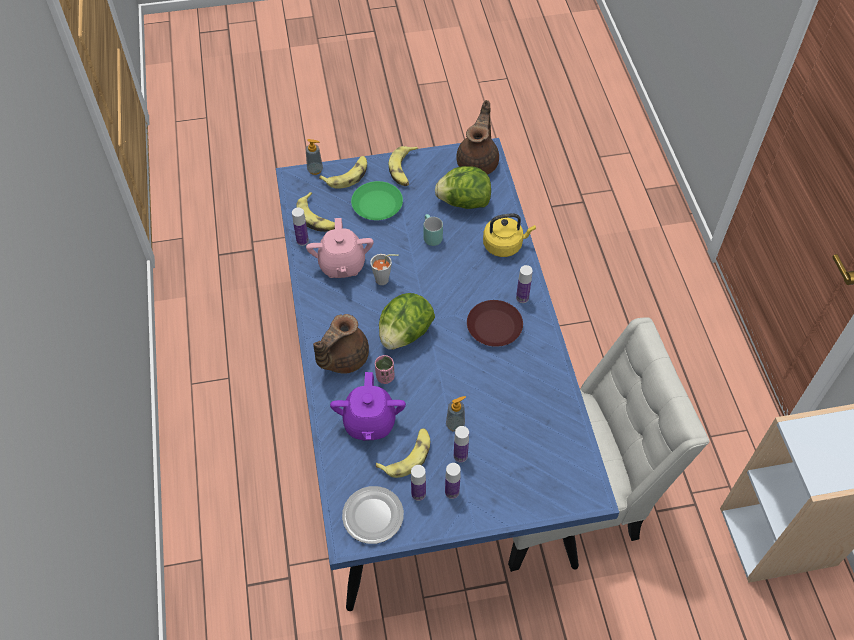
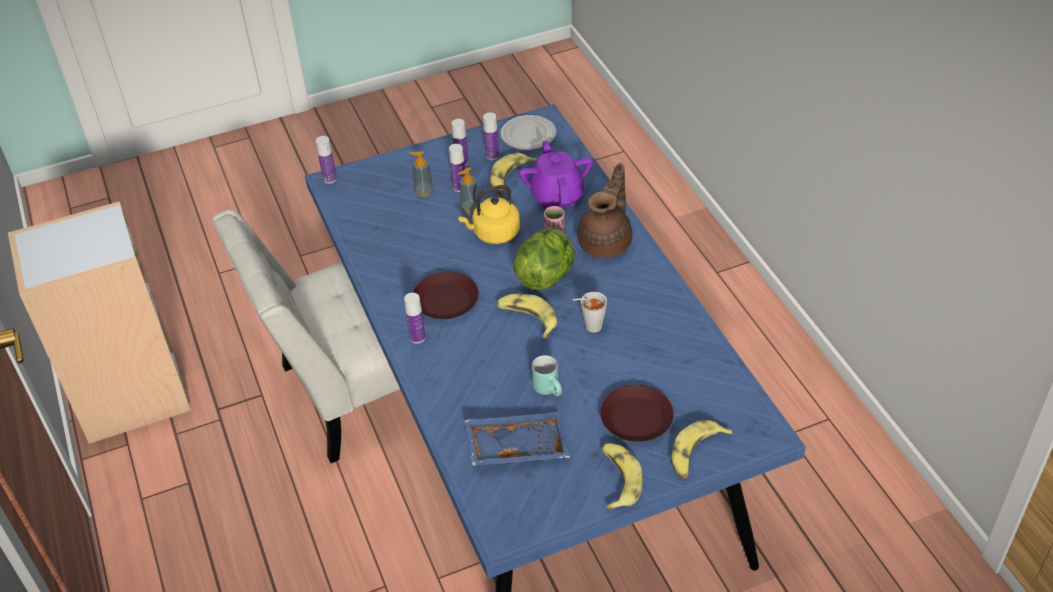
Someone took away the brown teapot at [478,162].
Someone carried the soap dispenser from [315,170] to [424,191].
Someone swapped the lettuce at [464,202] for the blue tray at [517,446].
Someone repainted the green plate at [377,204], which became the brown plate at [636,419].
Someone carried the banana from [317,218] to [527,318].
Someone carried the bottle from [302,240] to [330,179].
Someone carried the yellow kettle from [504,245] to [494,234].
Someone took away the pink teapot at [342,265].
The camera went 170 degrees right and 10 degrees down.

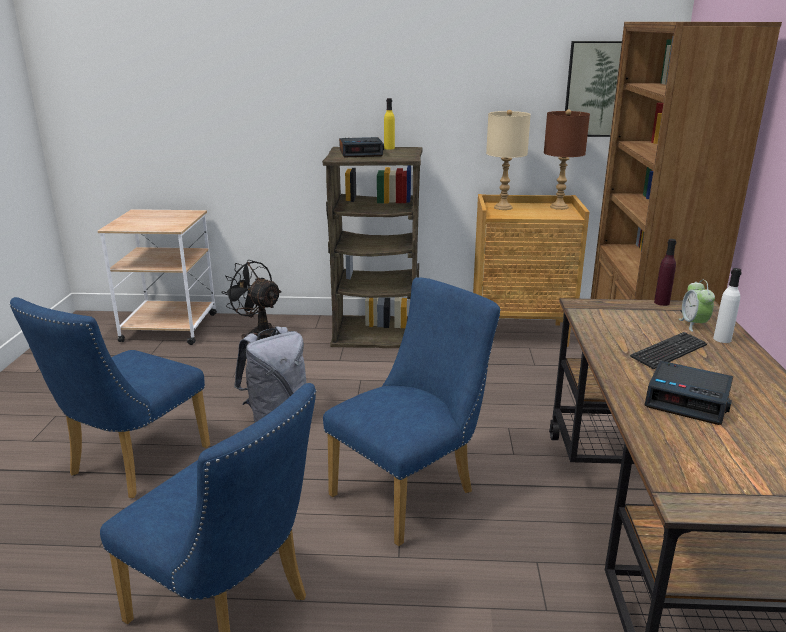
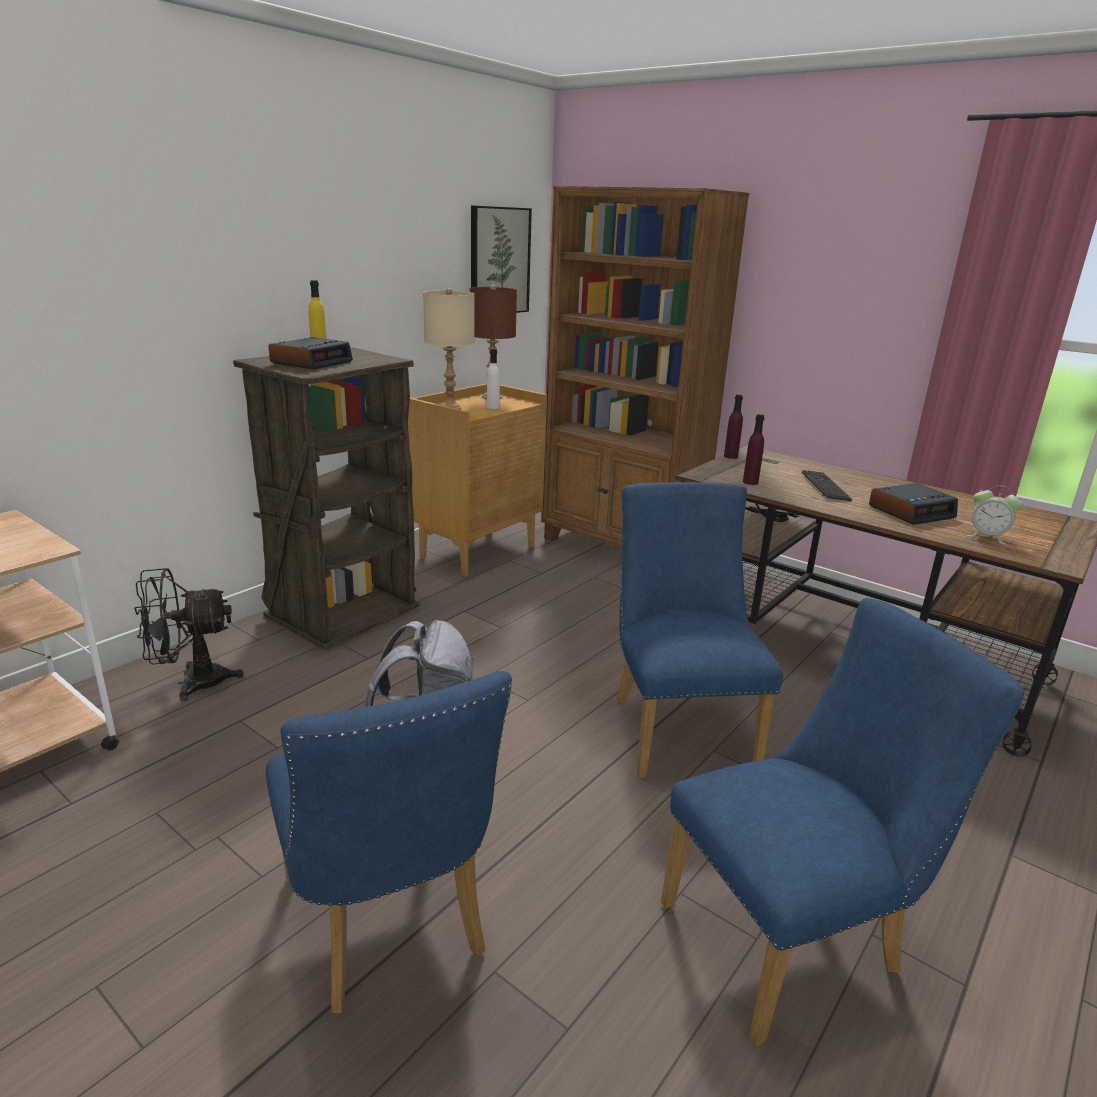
Someone carried the white bottle from [722,339] to [493,407].
Someone carried the alarm clock from [693,325] to [987,537].
Someone put down the purple bottle at [750,482].
The camera went 55 degrees left and 0 degrees up.

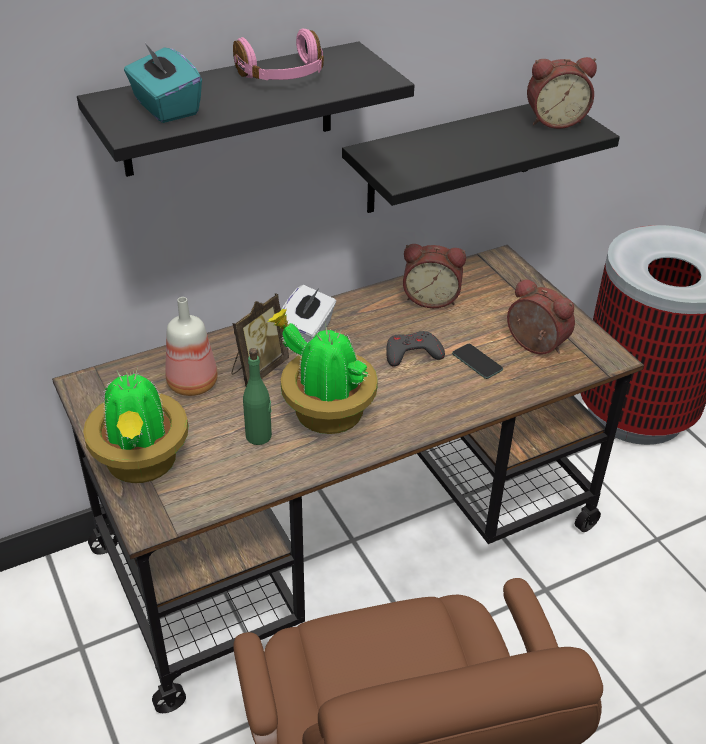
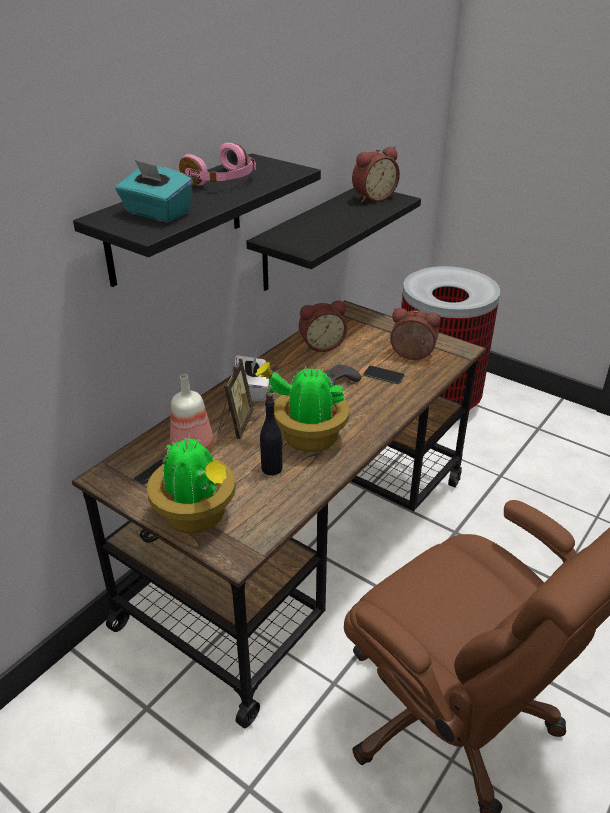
Someone repainted the green bottle at [259,436], which became the black bottle at [272,468].
The camera went 25 degrees left and 5 degrees down.

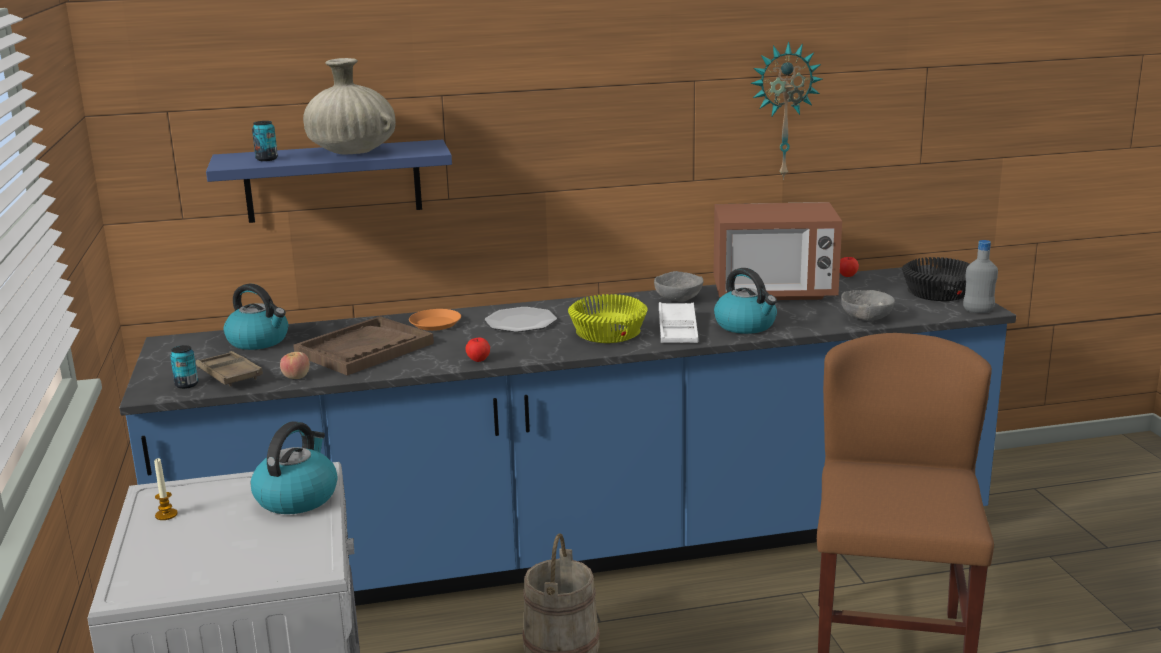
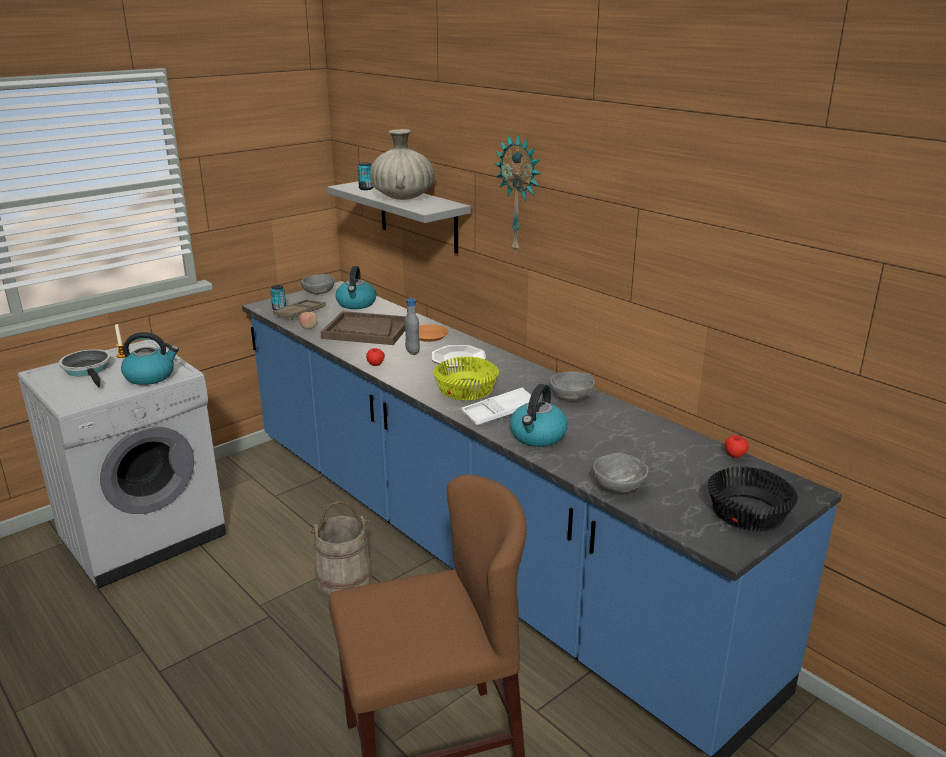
Someone carried the wall clock from [783,111] to [520,194].
Someone repainted the blue shelf at [333,181], which became the grey shelf at [418,216].
Someone took away the microwave at [773,292].
Someone carried the grey bottle from [978,311] to [412,351].
Someone put down the grey bowl at [319,292].
Someone put down the frying pan at [88,370].
The camera went 60 degrees right and 5 degrees up.

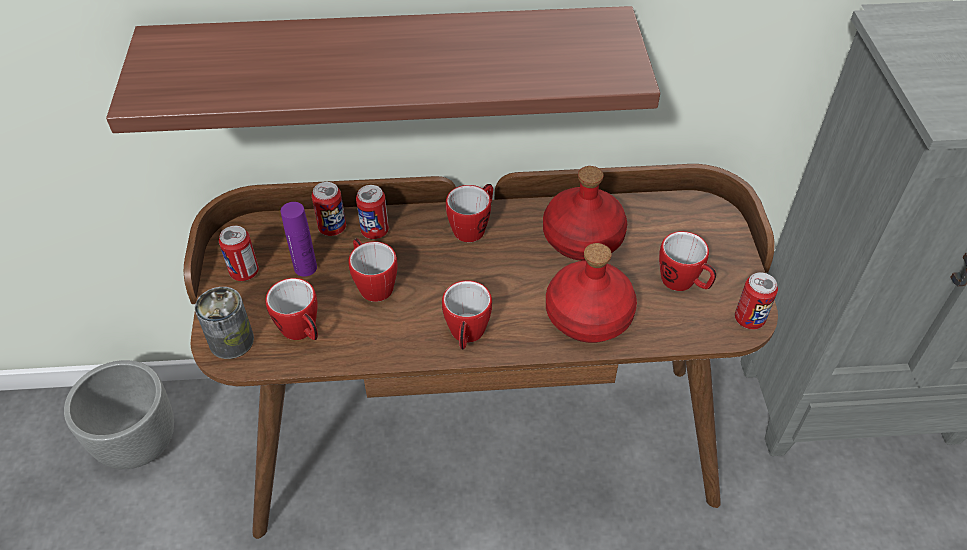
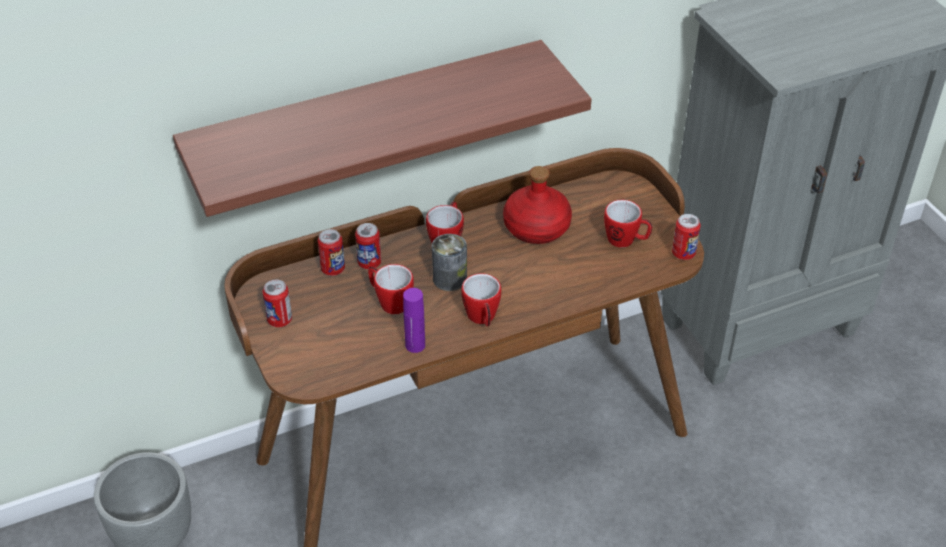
Someone carried the purple bottle from [305,268] to [415,345].
Someone took away the red bottle at [587,316].
Someone took away the mug at [302,331].
Someone carried the can from [231,341] to [449,279].
The camera went 20 degrees left and 5 degrees down.

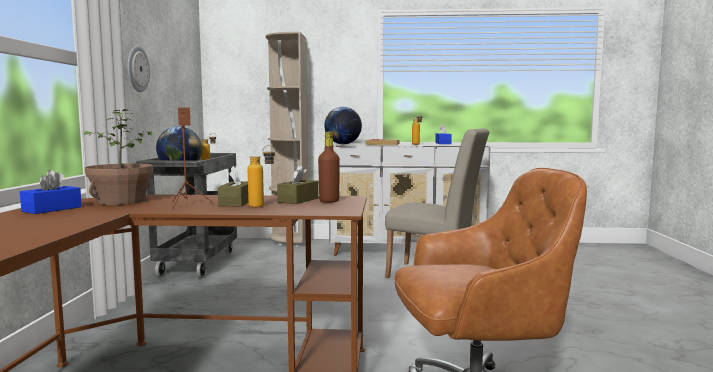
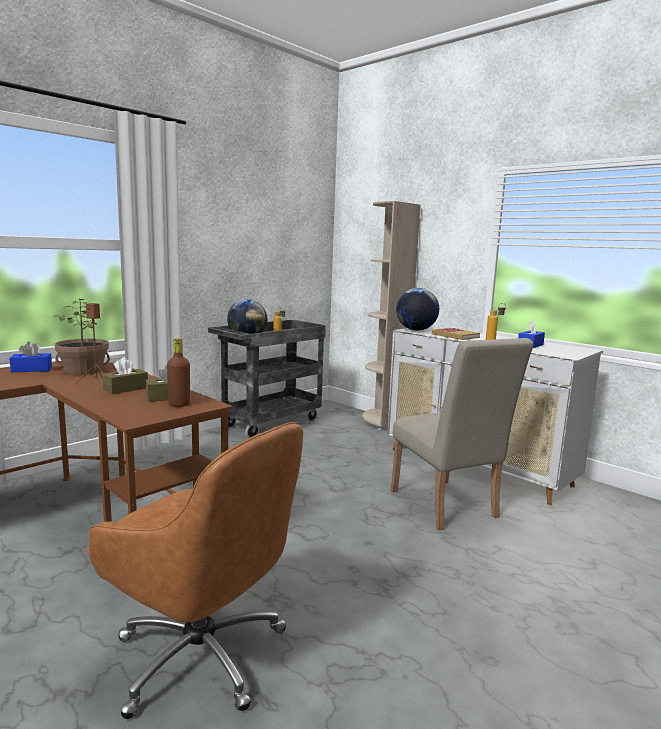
Someone took away the wall clock at [137,69].
Someone took away the bottle at [262,206].
The camera went 40 degrees right and 5 degrees up.

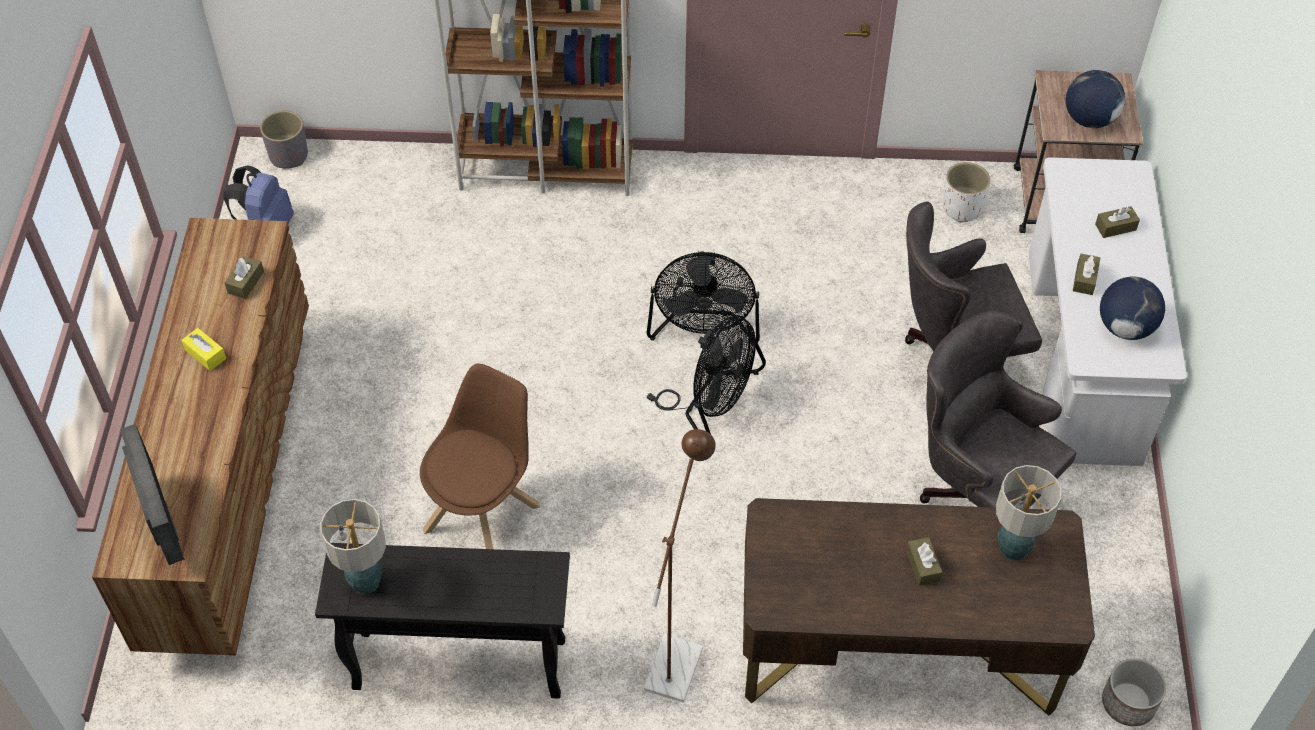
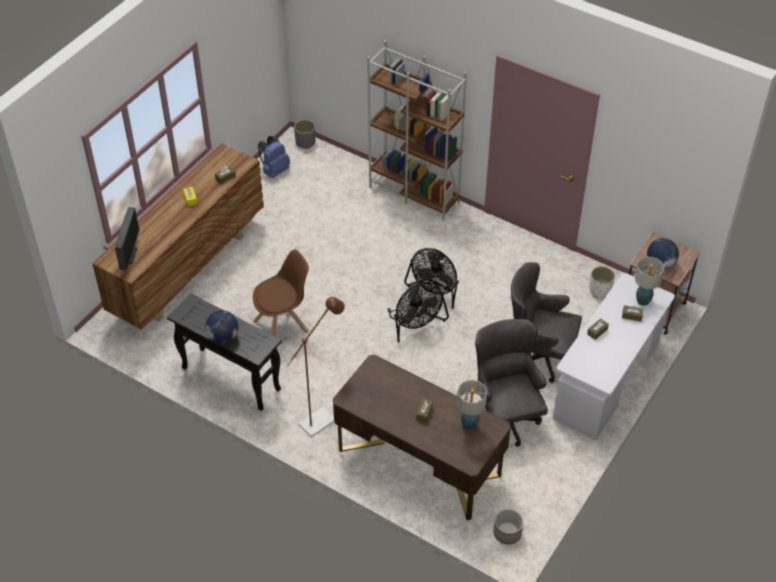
Someone carried the globe from [1125,327] to [223,337].
Someone carried the table lamp from [365,583] to [642,301].
The camera went 30 degrees right and 5 degrees down.

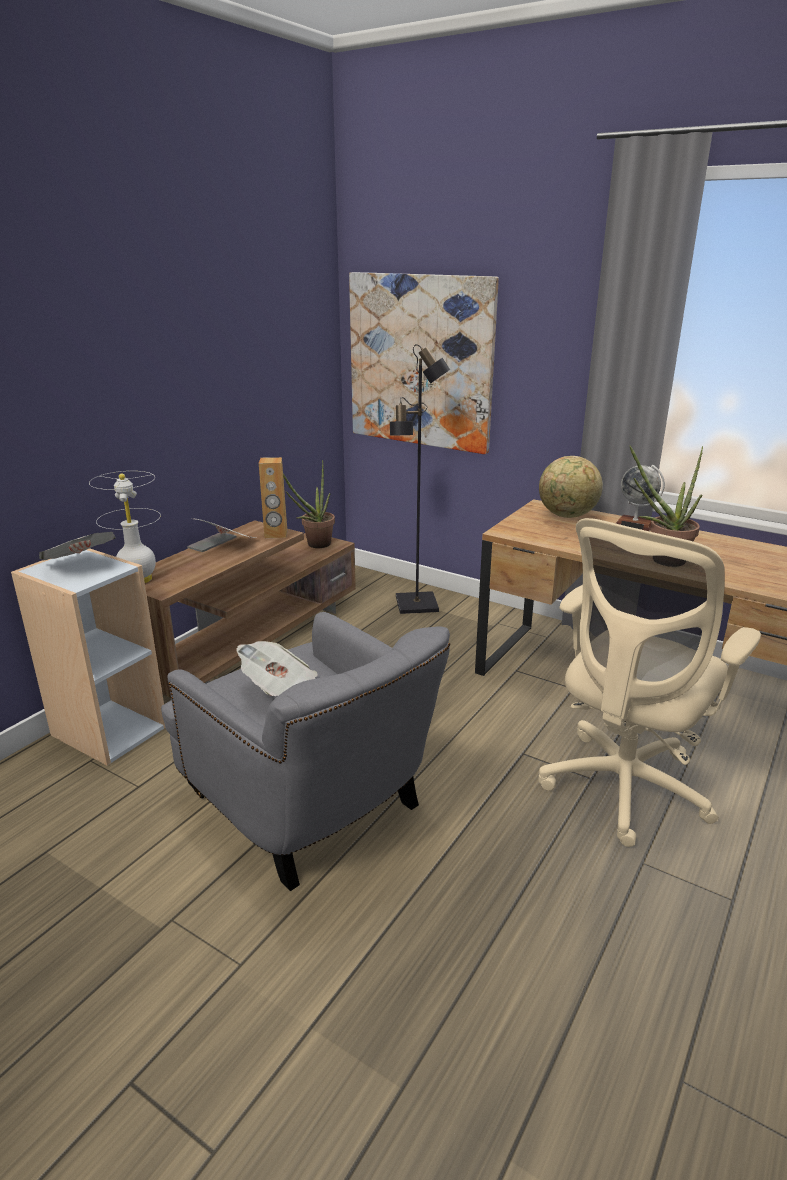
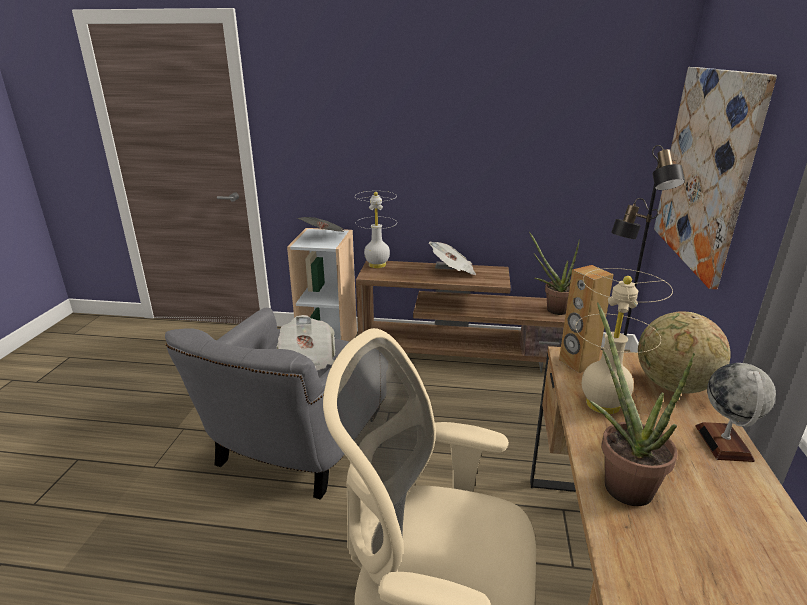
Someone carried the brown speaker from [276,534] to [577,363].
Someone put down the beige table lamp at [603,404].
The camera went 65 degrees right and 0 degrees up.

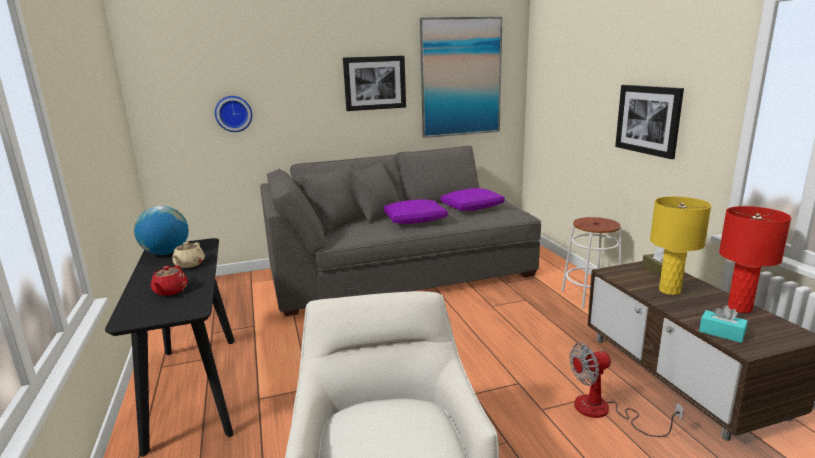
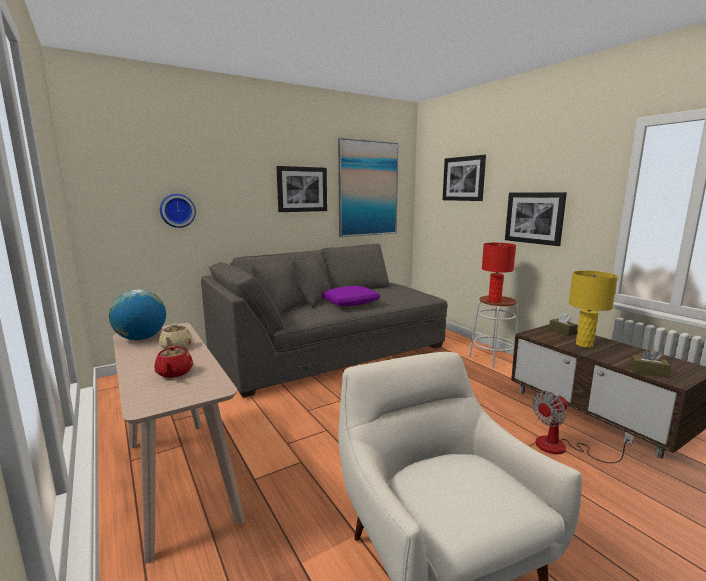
Someone took away the purple pillow at [472,207].
Someone carried the red table lamp from [739,308] to [494,301].
Someone repainted the black console table at [194,388], which became the beige console table at [178,478].
Someone repainted the turquoise tissue box at [721,333], which became the brown tissue box at [648,371].
Someone put up the picture at [463,178].
The camera went 15 degrees left and 5 degrees down.

